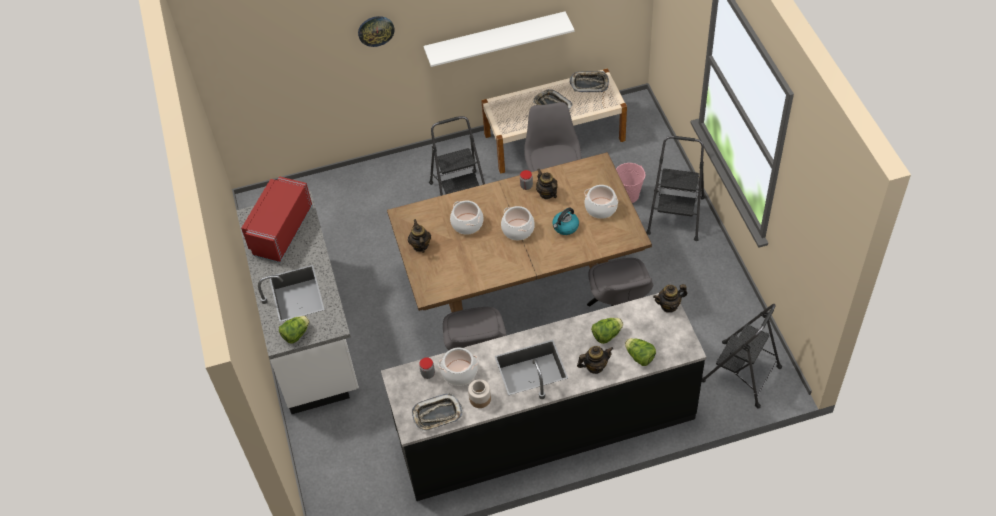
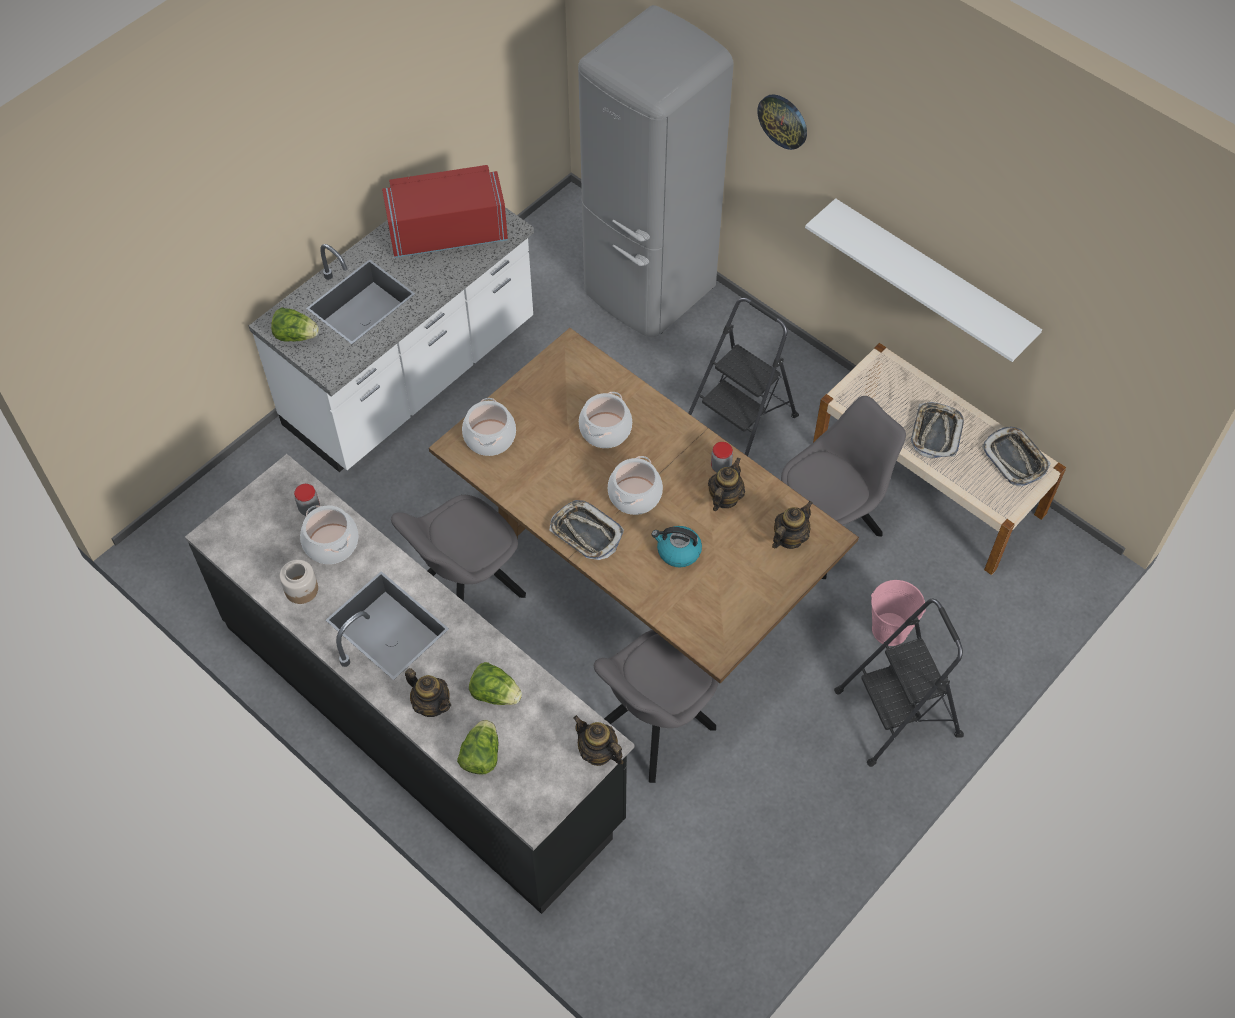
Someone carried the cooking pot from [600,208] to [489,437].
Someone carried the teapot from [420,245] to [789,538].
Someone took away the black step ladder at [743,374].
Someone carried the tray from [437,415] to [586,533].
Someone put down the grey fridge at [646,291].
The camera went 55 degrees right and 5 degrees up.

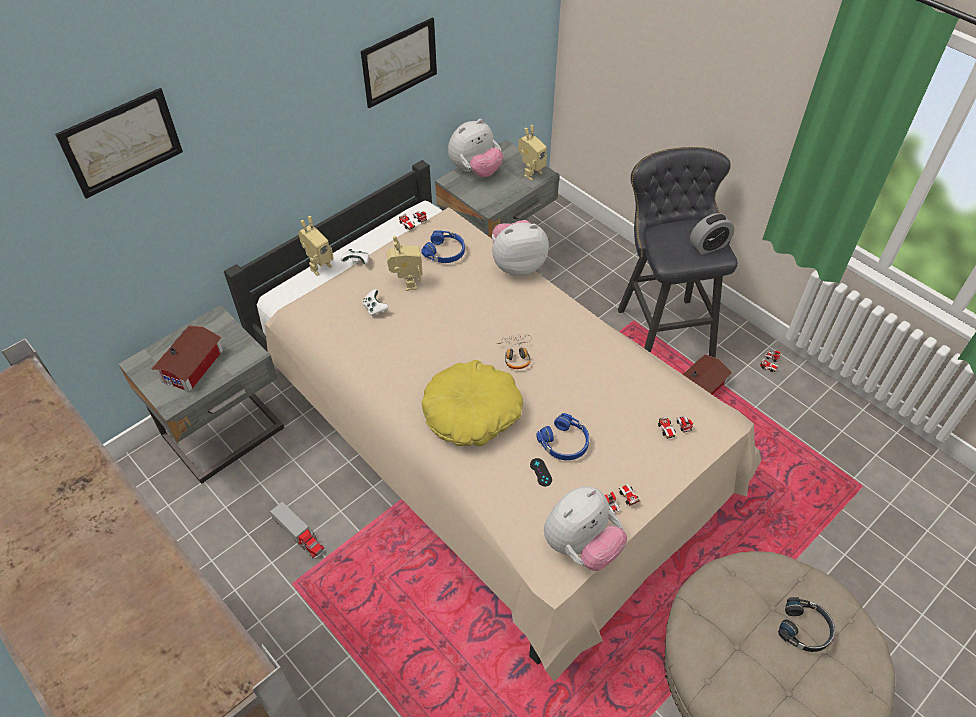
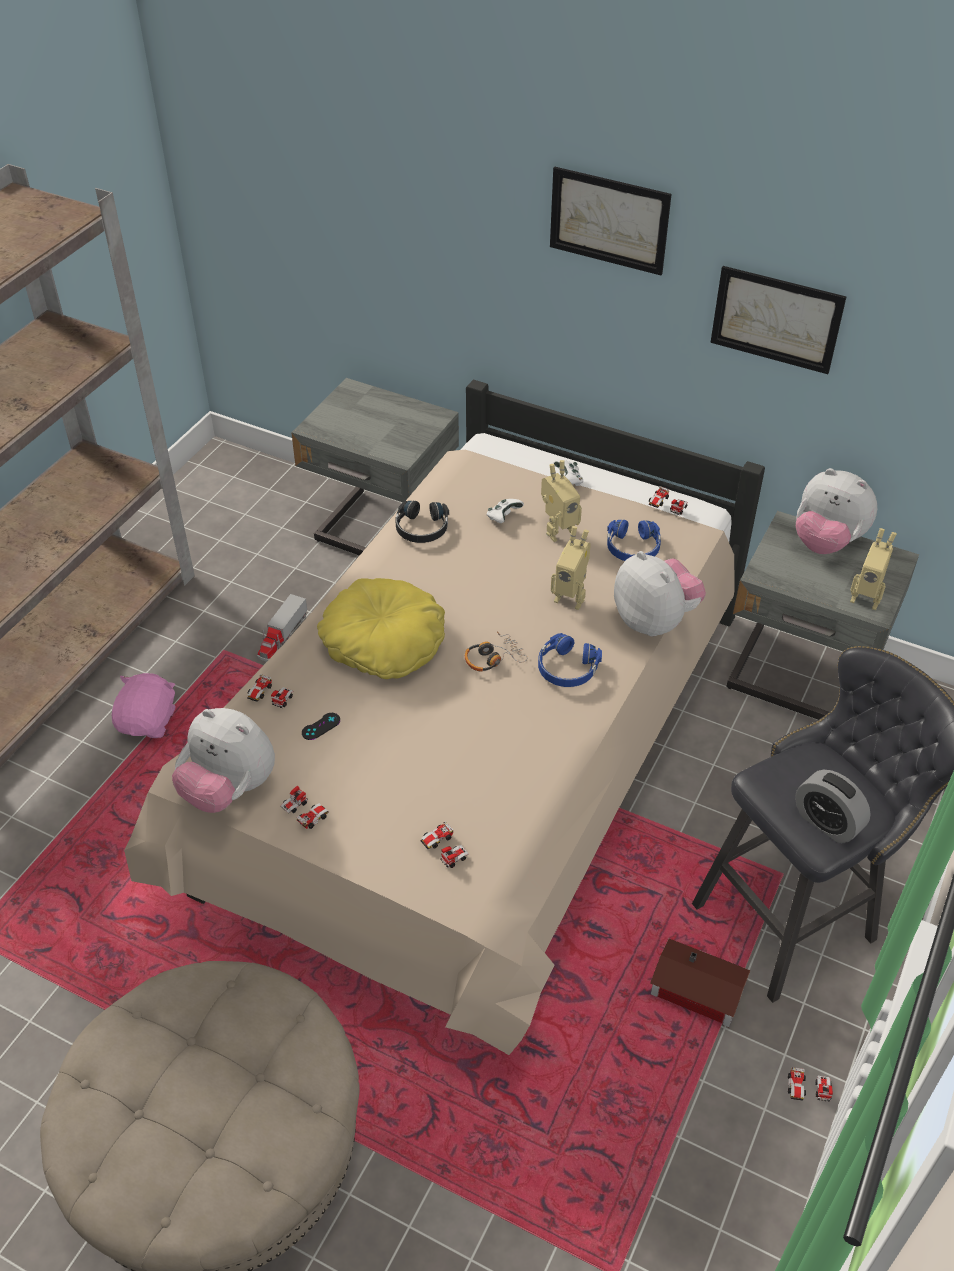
Someone carried the picture from [122,142] to [609,220].
Someone carried the toy robot from [319,266] to [571,597].
Someone took away the toy house at [195,365].
Someone carried the blue headphones from [565,443] to [567,668].
Someone carried the black headphones from [805,629] to [421,528].
Someone put down the pink plush toy at [149,721].
Someone put down the toy car at [270,696].
The camera went 70 degrees right and 5 degrees down.

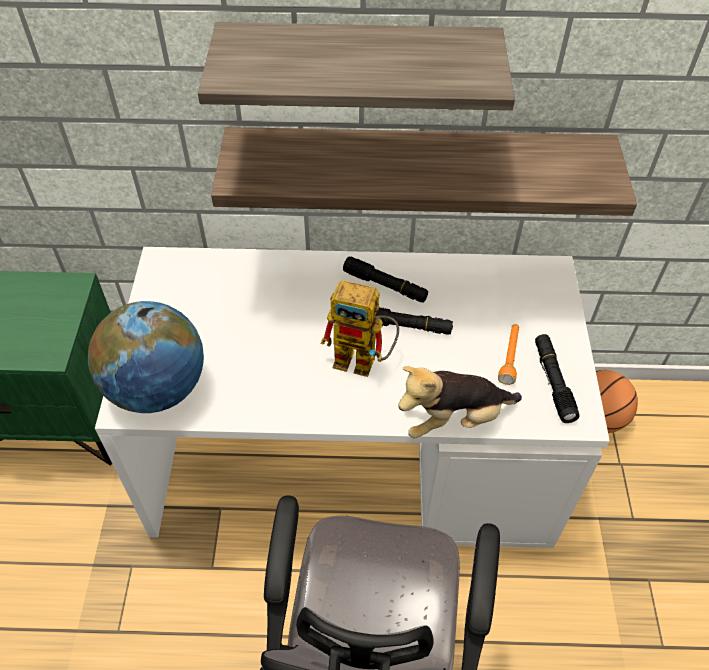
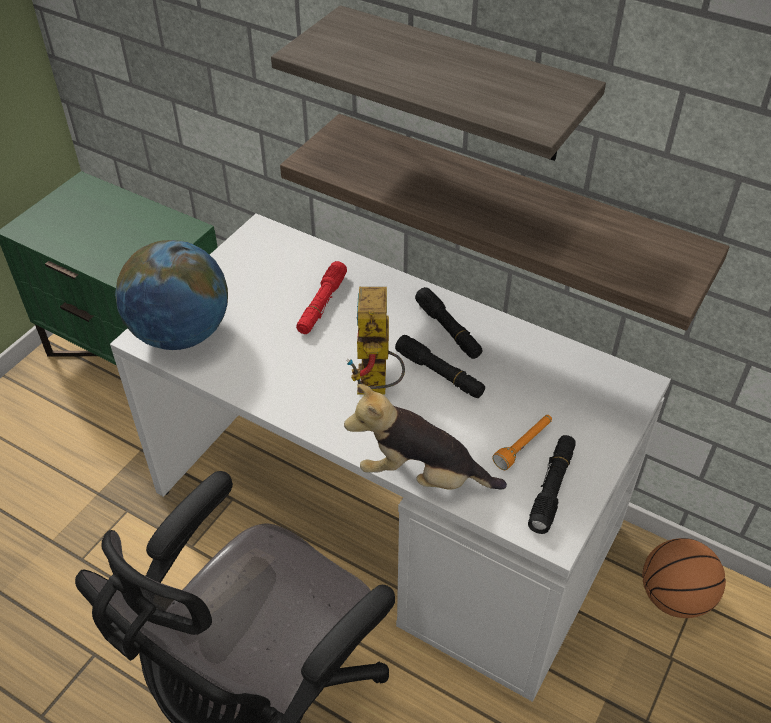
Someone rotated the toy robot at [364,360] by 45 degrees clockwise.
Someone put down the red flashlight at [322,304].
The camera went 30 degrees right and 5 degrees down.

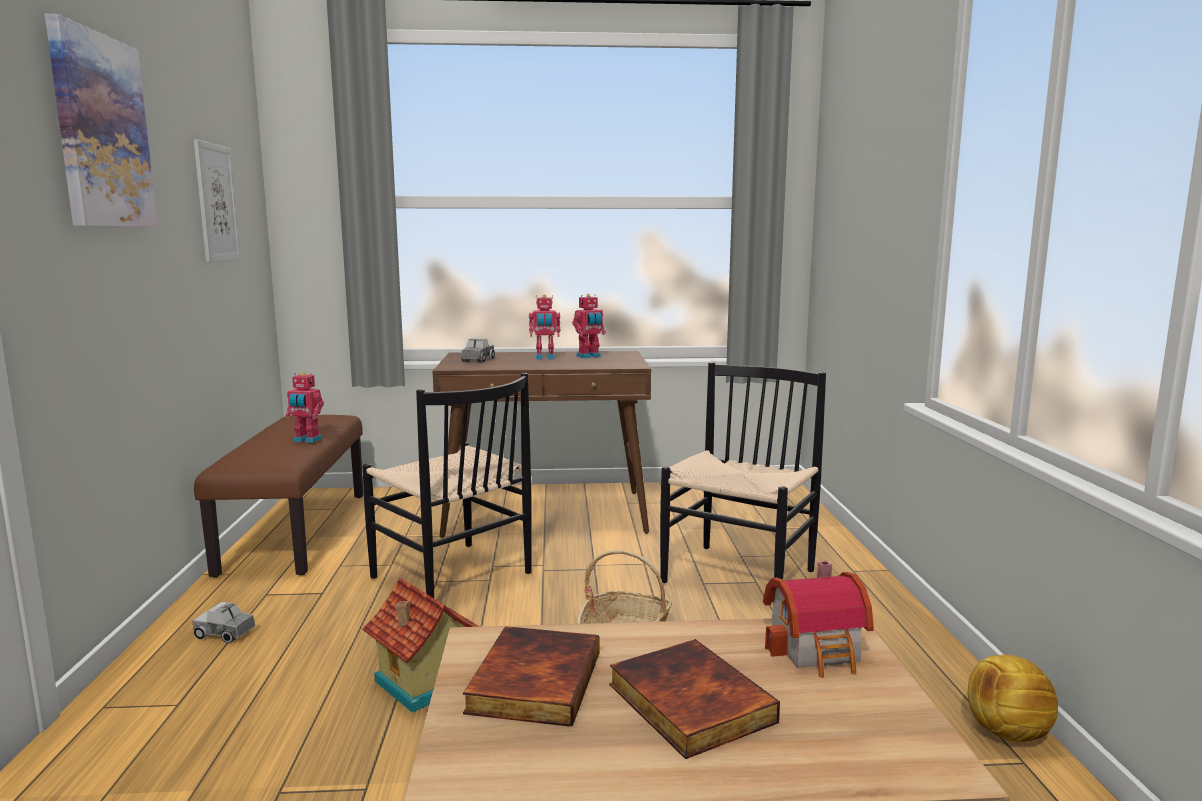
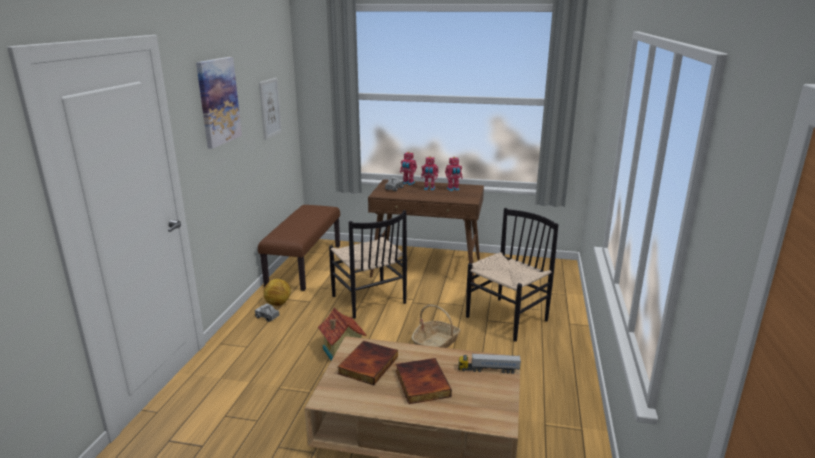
Someone carried the toy robot from [307,440] to [408,183].
Someone swapped the toy house at [819,650] for the toy truck at [488,369].
Someone carried the football from [1007,732] to [278,303].
The camera went 15 degrees right and 10 degrees up.

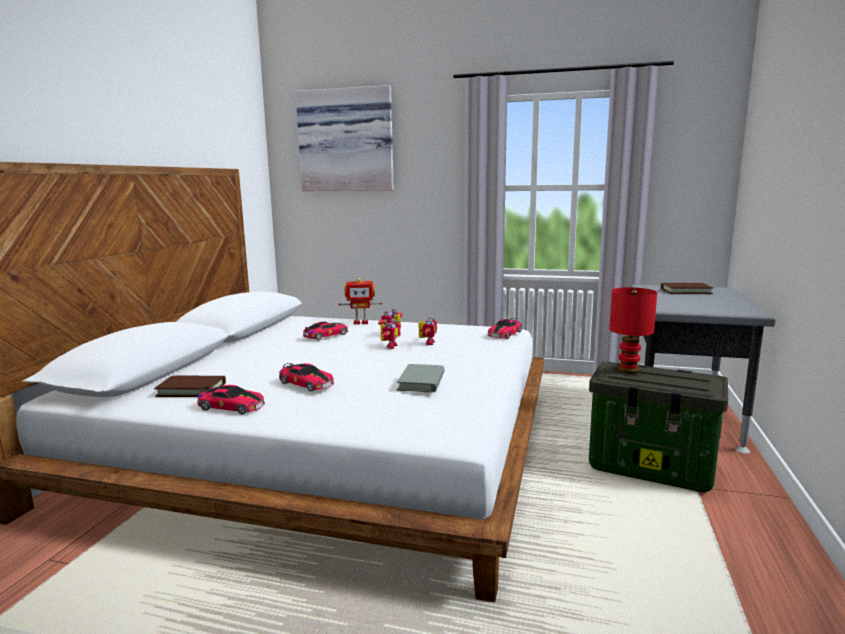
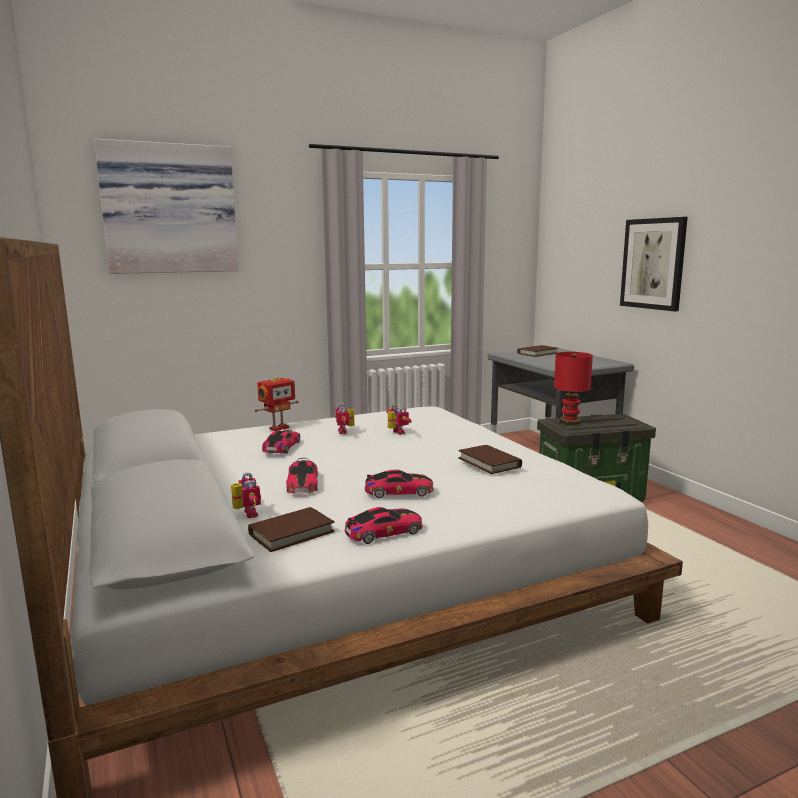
Someone carried the toy car from [505,334] to [302,483].
Someone carried the toy robot from [389,346] to [246,514].
Someone repainted the grey book at [421,381], which became the brown book at [489,462].
Someone put up the picture at [653,264].
The camera went 40 degrees left and 0 degrees up.

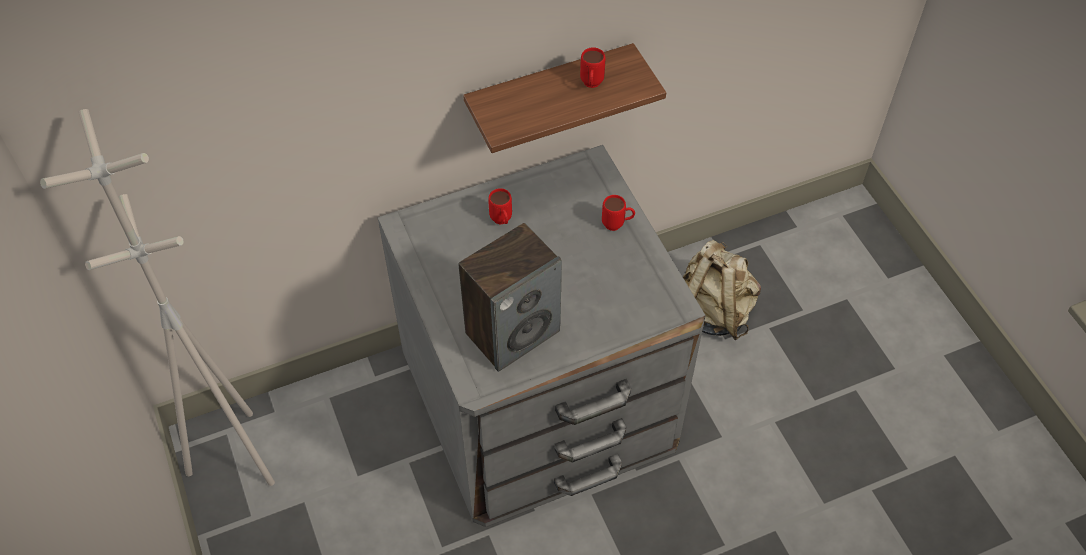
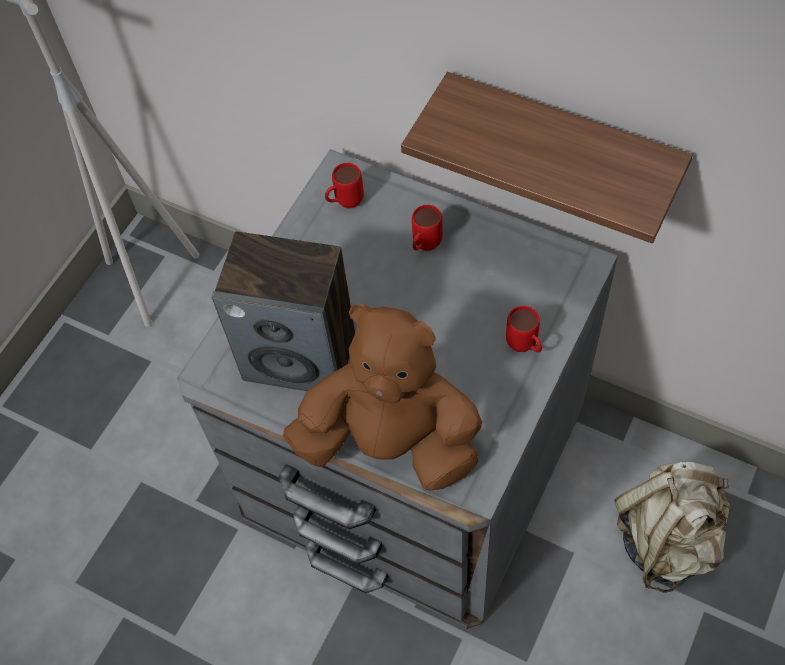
Someone carried the red mug from [591,85] to [345,203].
Someone put down the brown plush toy at [391,442].
The camera went 55 degrees right and 5 degrees up.

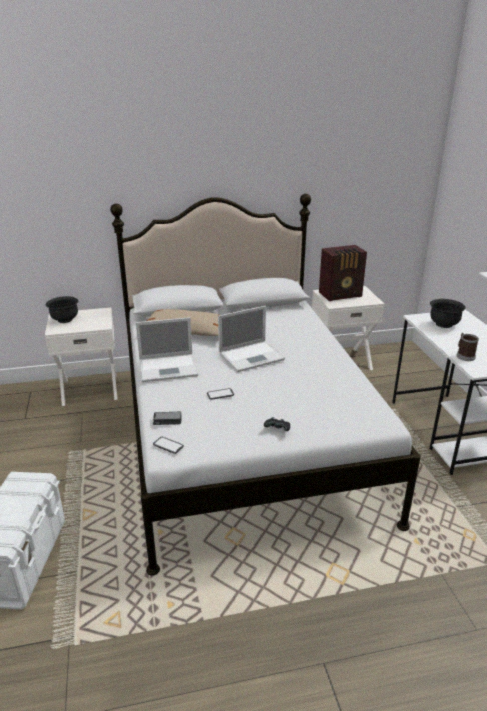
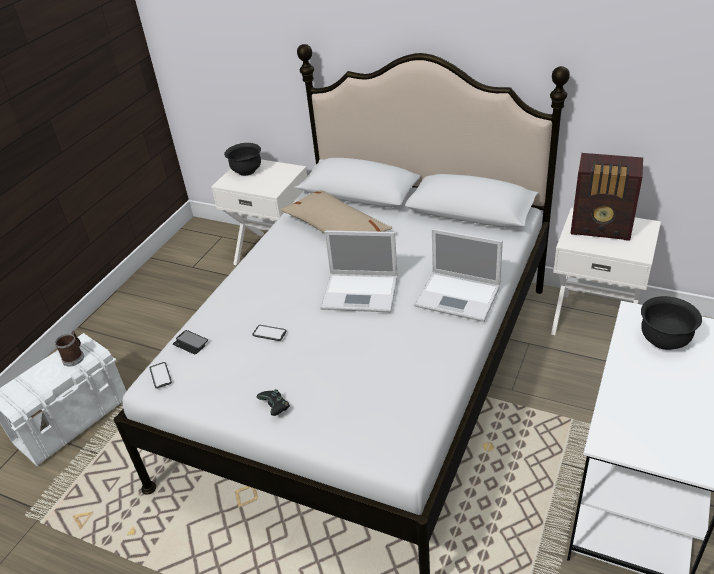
Someone carried the laptop from [169,367] to [459,296].
Someone carried the mug from [464,355] to [75,357].
The camera went 40 degrees right and 10 degrees up.

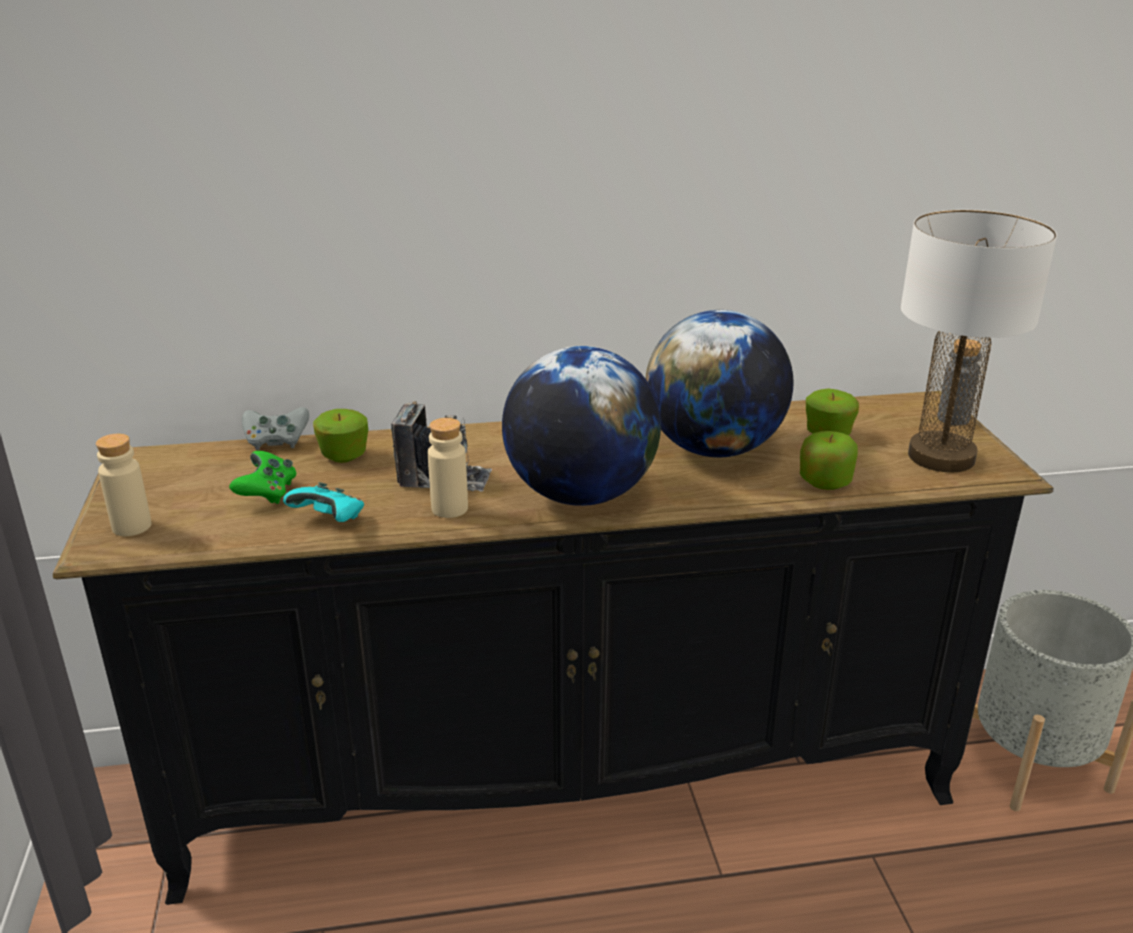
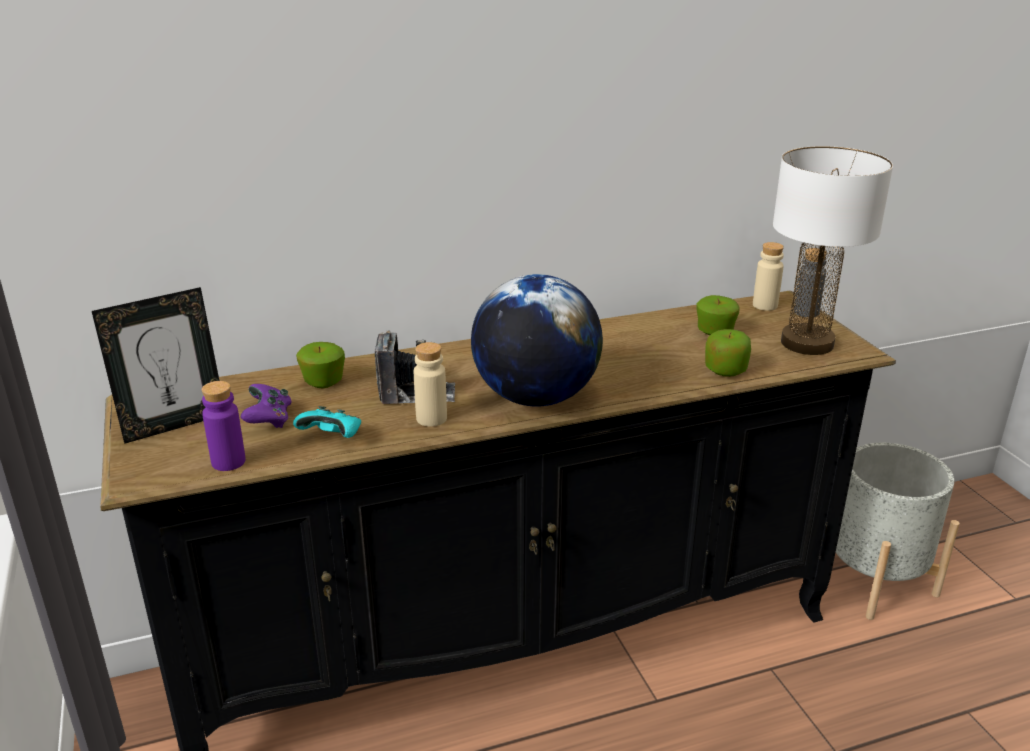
Someone took away the globe at [713,449].
Someone took away the grey game controller at [276,442].
Someone carried the beige bottle from [132,526] to [765,305].
Someone repainted the green game controller at [267,493], which became the purple game controller at [269,420].
Someone put down the picture frame at [174,425].
Someone put down the purple bottle at [228,462].
The camera went 10 degrees left and 0 degrees up.

